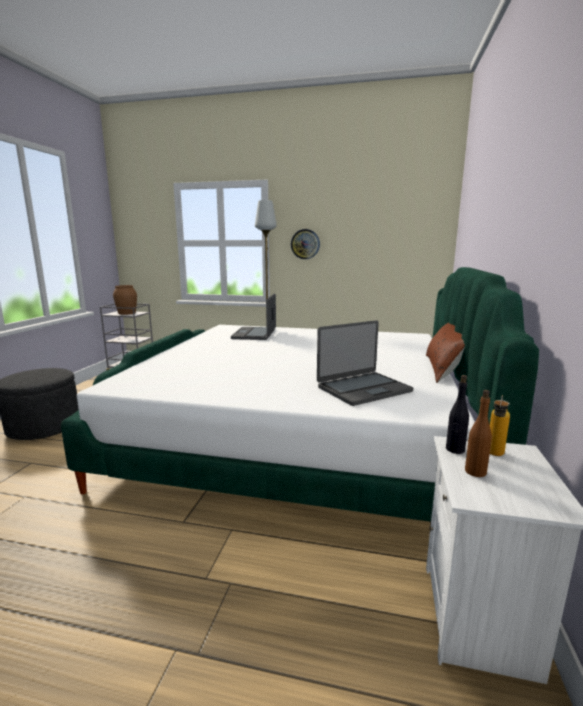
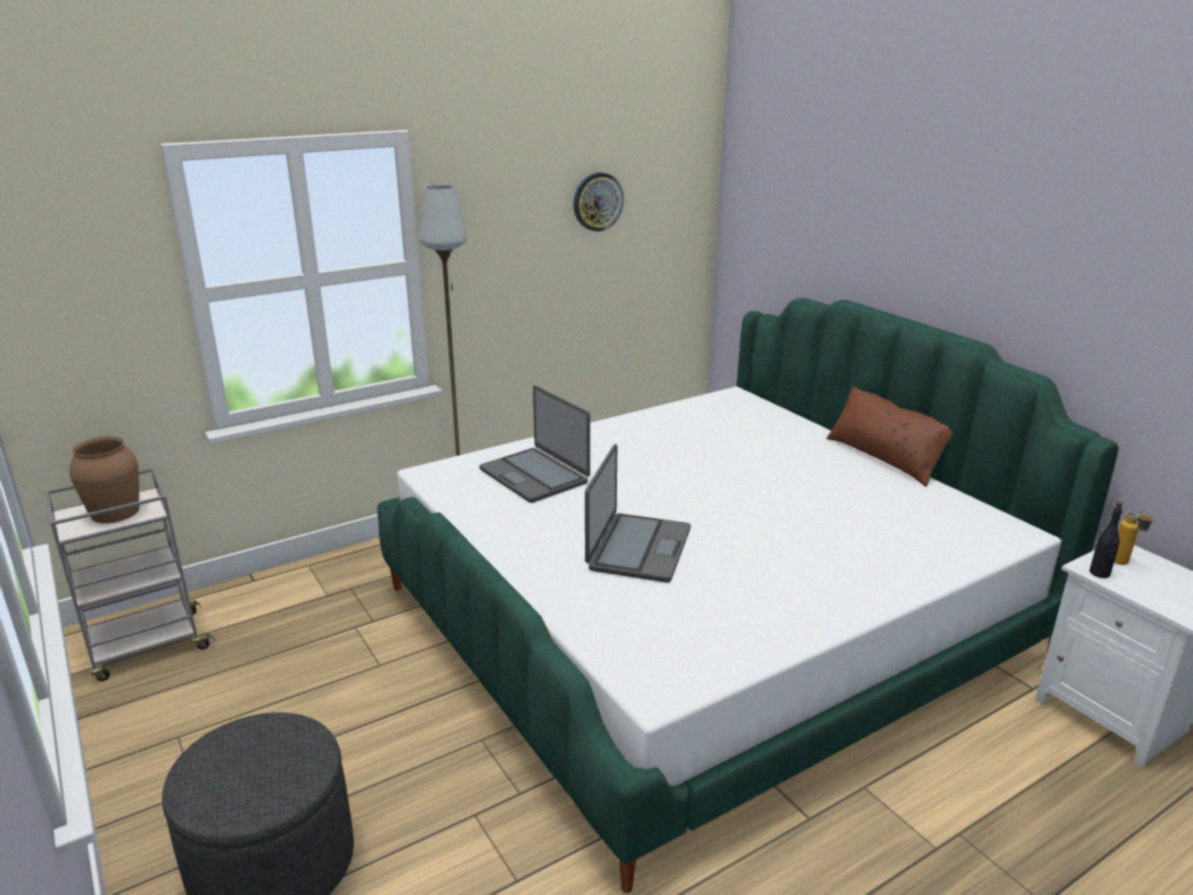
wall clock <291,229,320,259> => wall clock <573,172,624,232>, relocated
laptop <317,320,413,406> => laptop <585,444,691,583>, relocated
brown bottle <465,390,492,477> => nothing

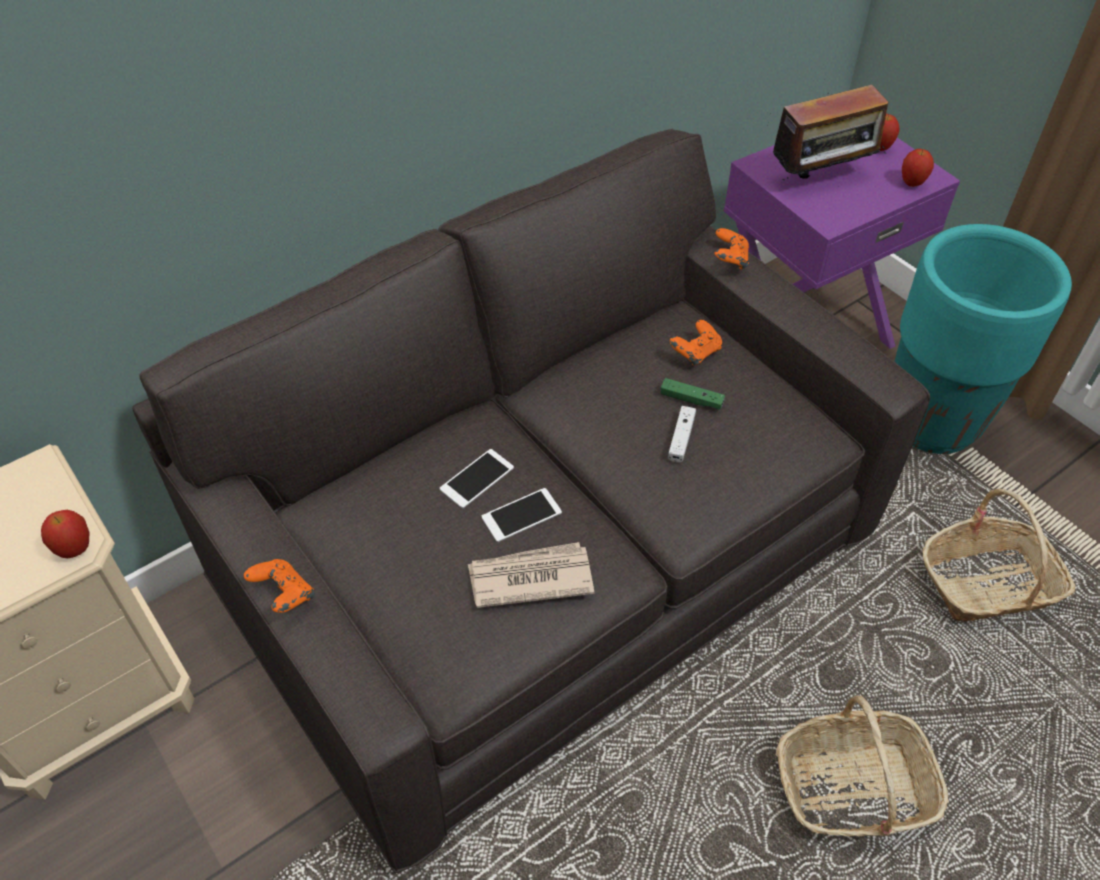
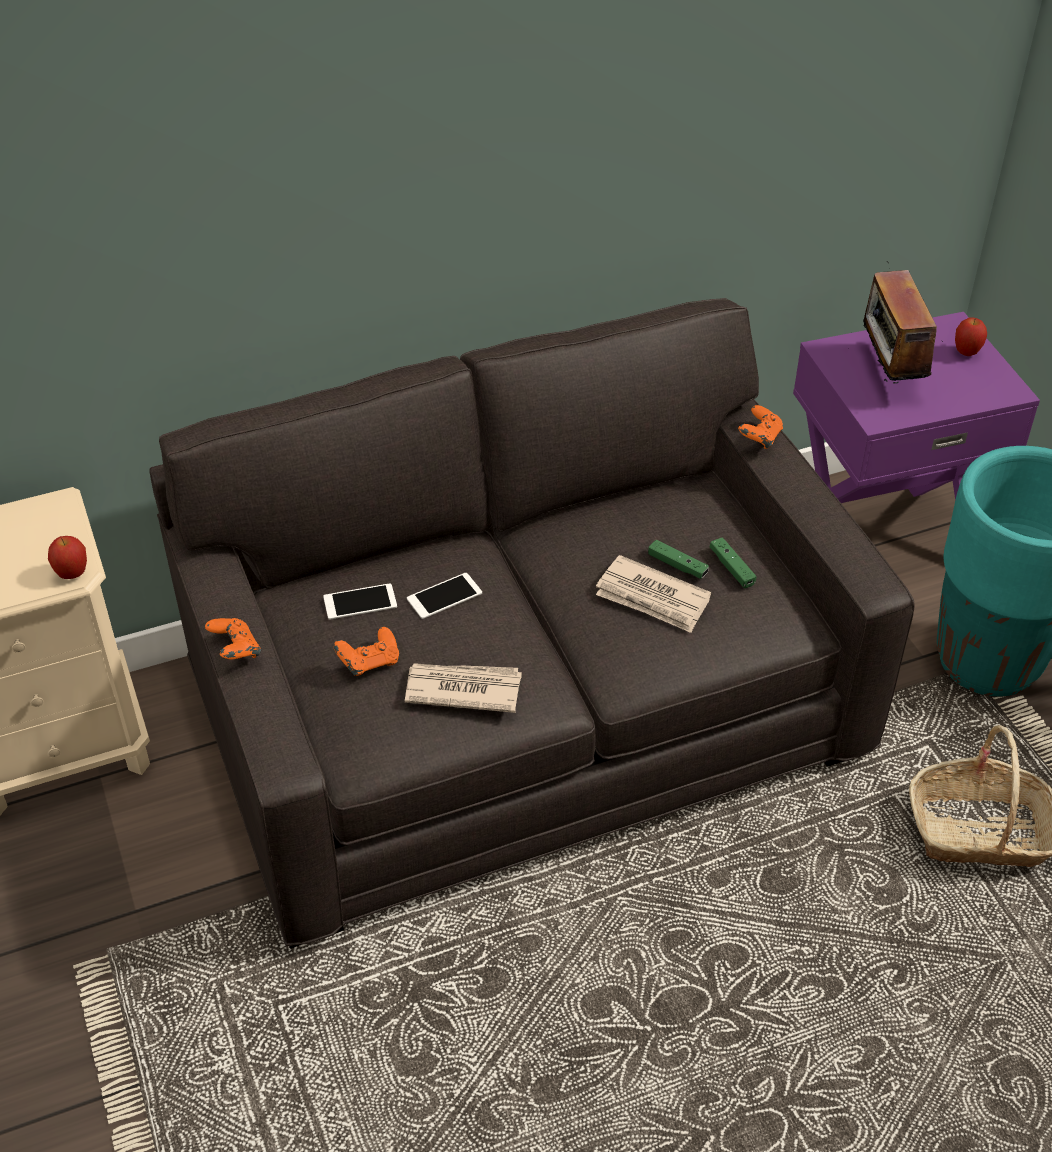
phone <482,488,562,542> => phone <323,583,397,620>, relocated
white game controller <668,406,696,463> => newspaper <596,555,711,633>
orange game controller <670,320,722,365> => orange game controller <334,627,399,676>, relocated
radio <770,85,888,180> => radio <848,262,937,384>, 90 degrees clockwise
basket <776,696,949,836> => nothing
apple <902,149,934,187> => nothing
nothing => green game controller <710,537,756,588>

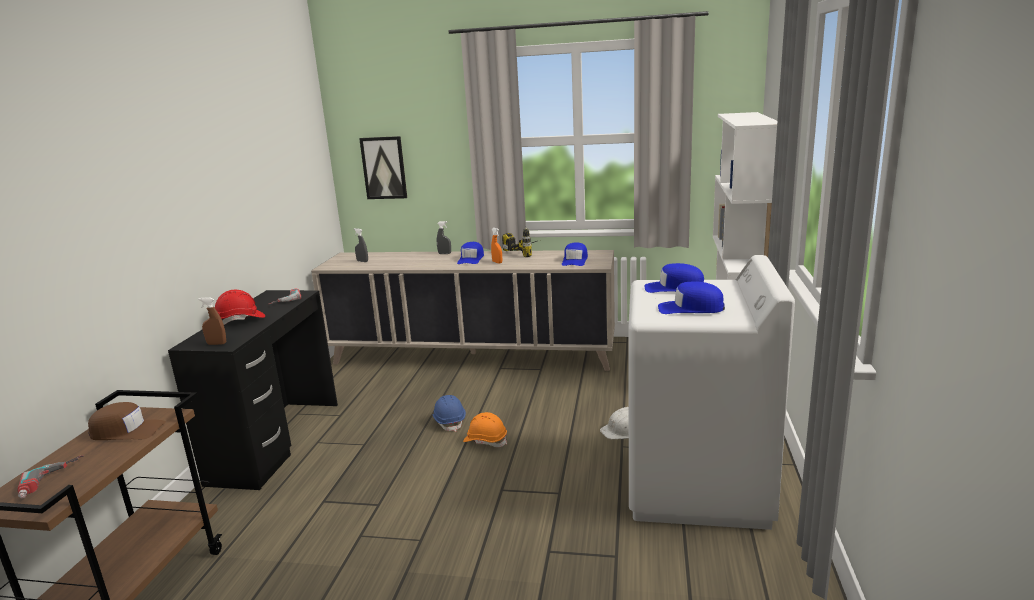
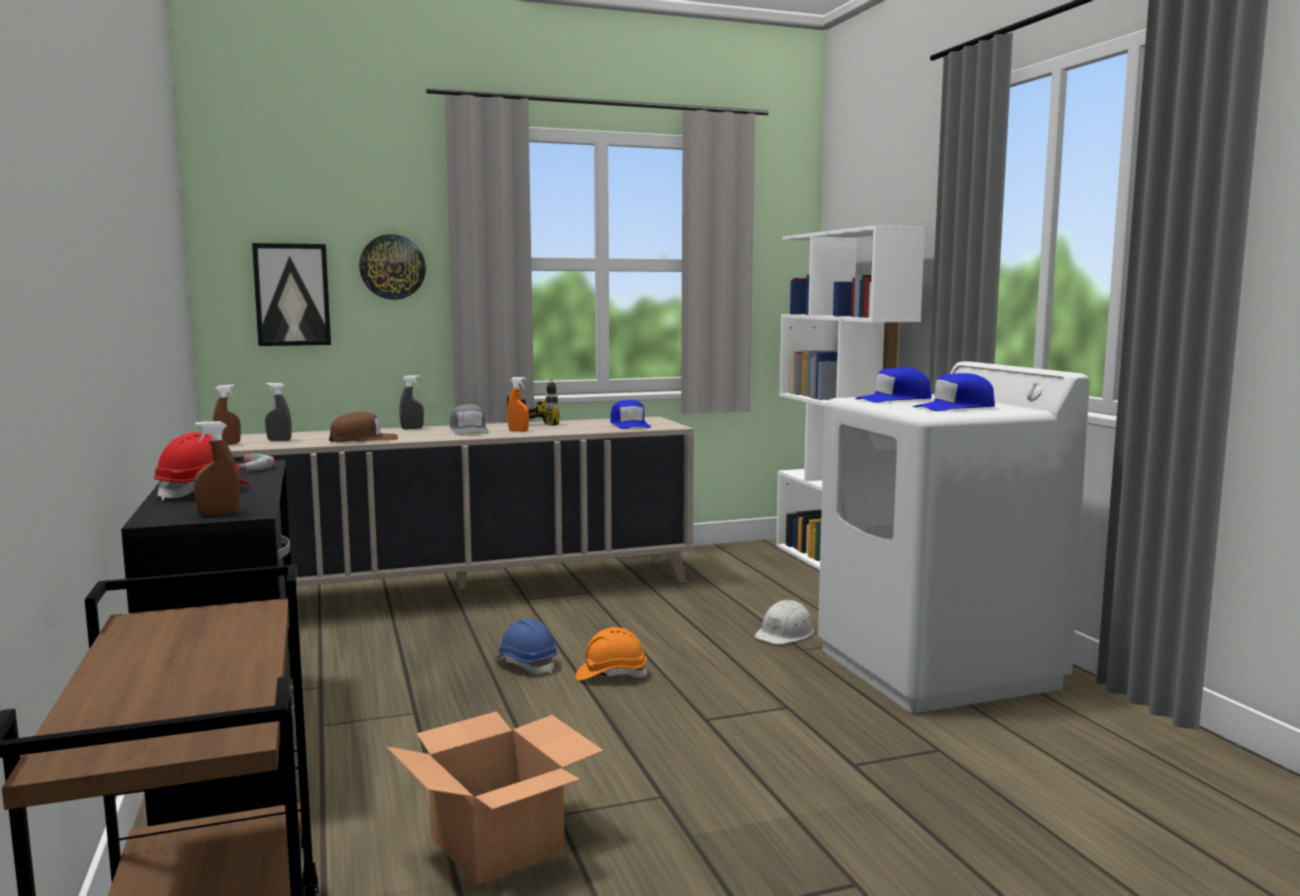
power drill <17,455,84,498> => nothing
brown cap <88,402,166,440> => brown cap <329,412,398,442>, relocated
blue cap <457,242,484,264> => grey cap <450,404,490,435>
nothing => brown spray bottle <213,385,241,445>
nothing => wall clock <359,234,426,300>
nothing => cardboard box <386,711,604,886>

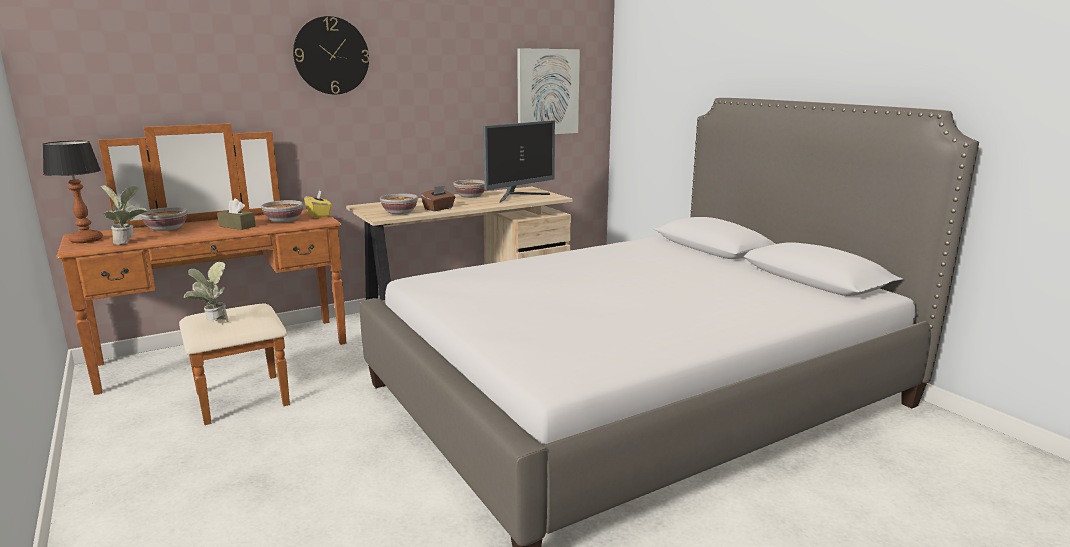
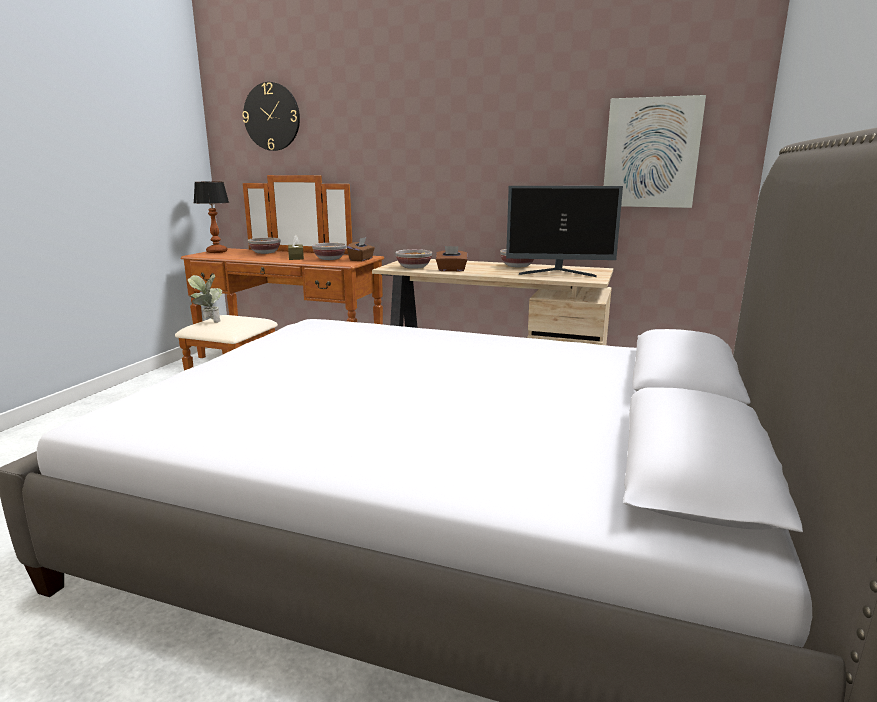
potted plant <101,185,147,245> => nothing
wall clock <293,16,369,94> => wall clock <242,82,300,151>, relocated
yellow tissue box <304,190,332,218> => brown tissue box <347,237,375,261>

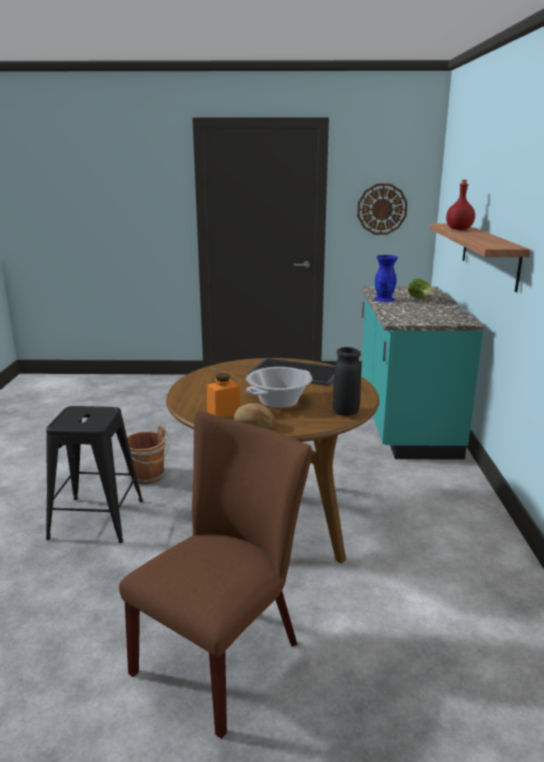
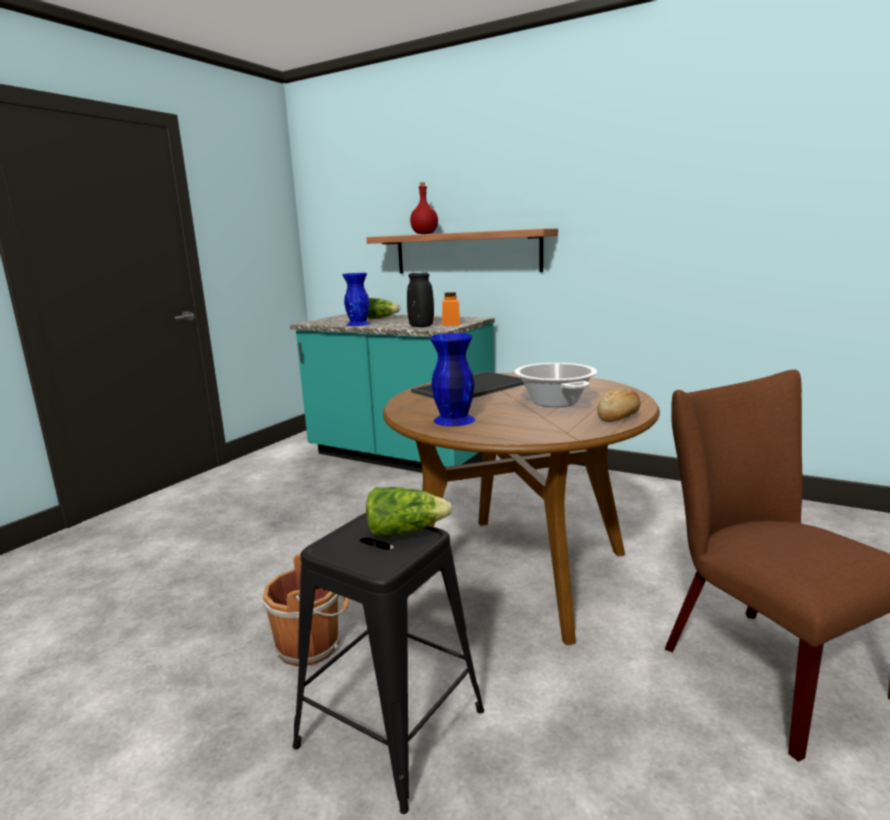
orange jar <207,373,241,417> => orange jar <442,292,460,326>, relocated
black vase <333,347,361,416> => black vase <407,273,434,327>, relocated
wall clock <357,184,408,235> => nothing
nothing => lettuce <366,487,453,537>
nothing => blue vase <430,333,475,426>

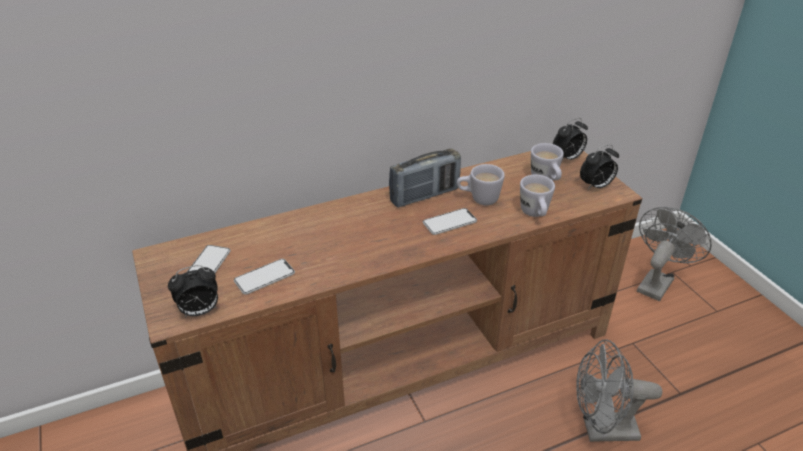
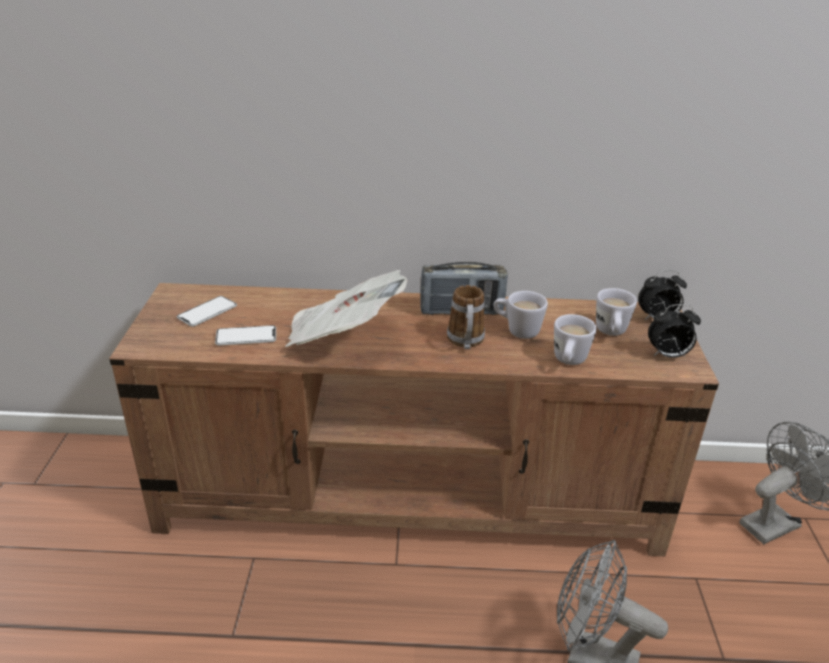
alarm clock <168,265,218,318> => nothing
phone <423,208,477,235> => mug <447,285,485,349>
nothing => newspaper <285,270,408,347>

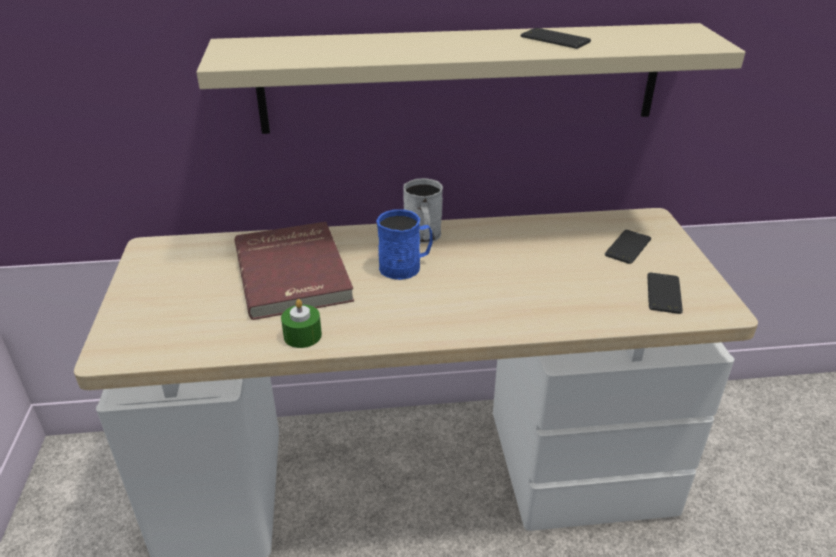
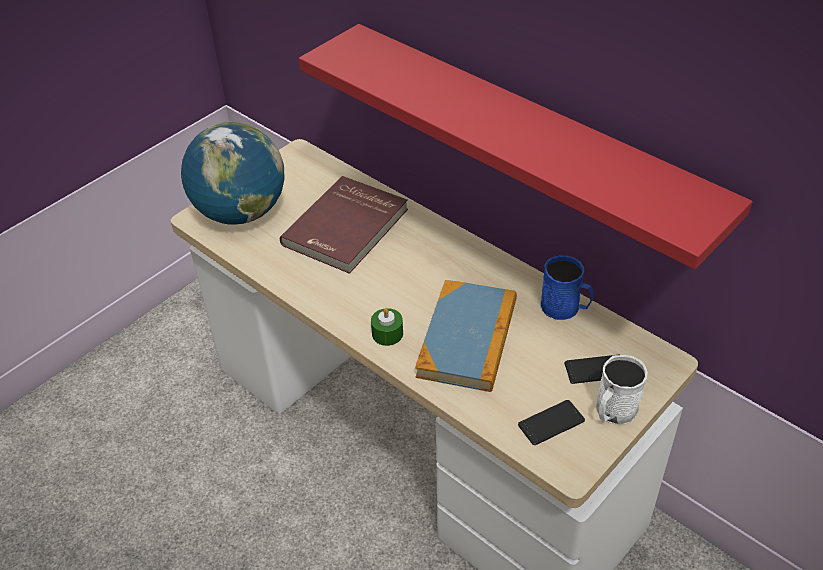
beige shelf <196,23,745,134> => red shelf <298,24,753,270>
green candle <281,299,322,348> => green candle <371,307,403,346>, relocated
blue mug <376,209,433,280> => blue mug <541,255,593,320>, relocated
white mug <403,178,443,243> => white mug <596,355,648,425>, relocated
phone <521,28,591,49> => nothing
nothing => globe <181,122,285,225>
nothing => book <415,280,517,392>

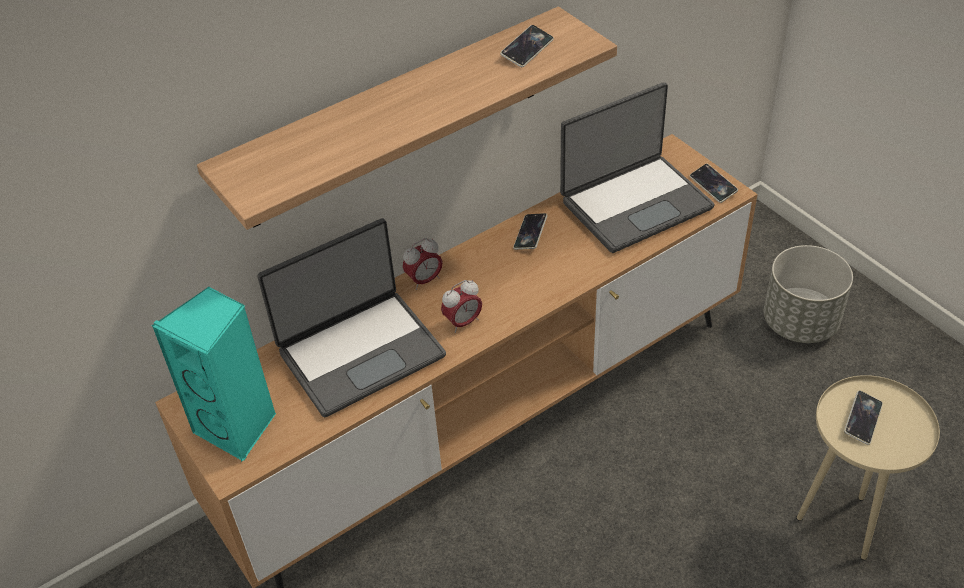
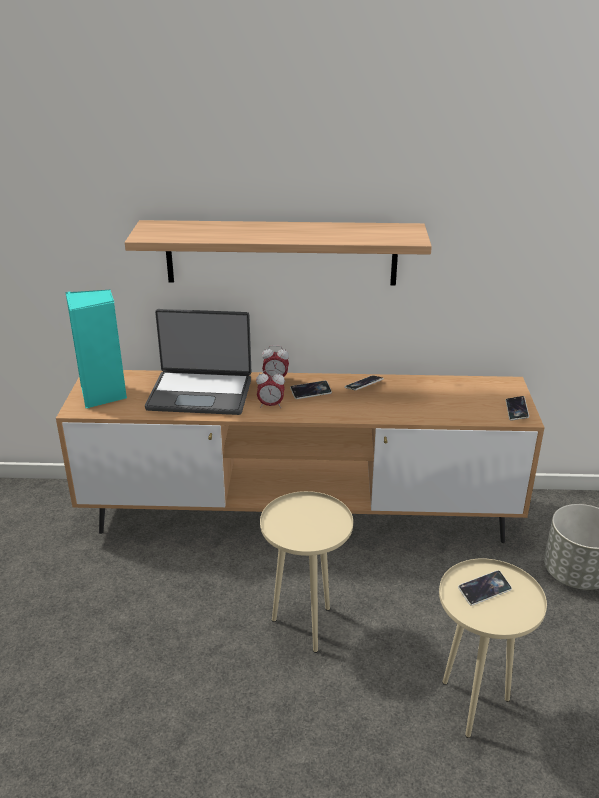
phone <500,25,554,67> => phone <290,381,332,399>, relocated
laptop <560,82,715,253> => nothing
nothing => beige side table <260,491,353,653>

